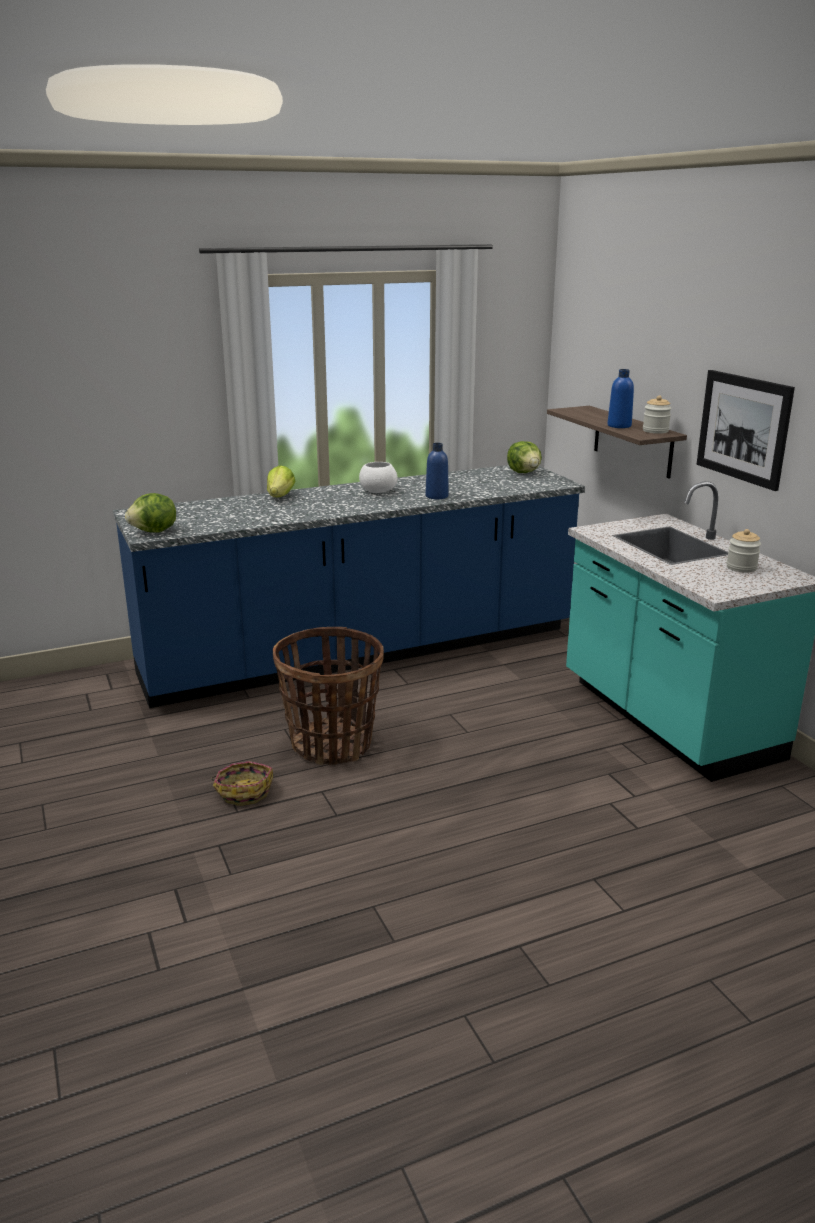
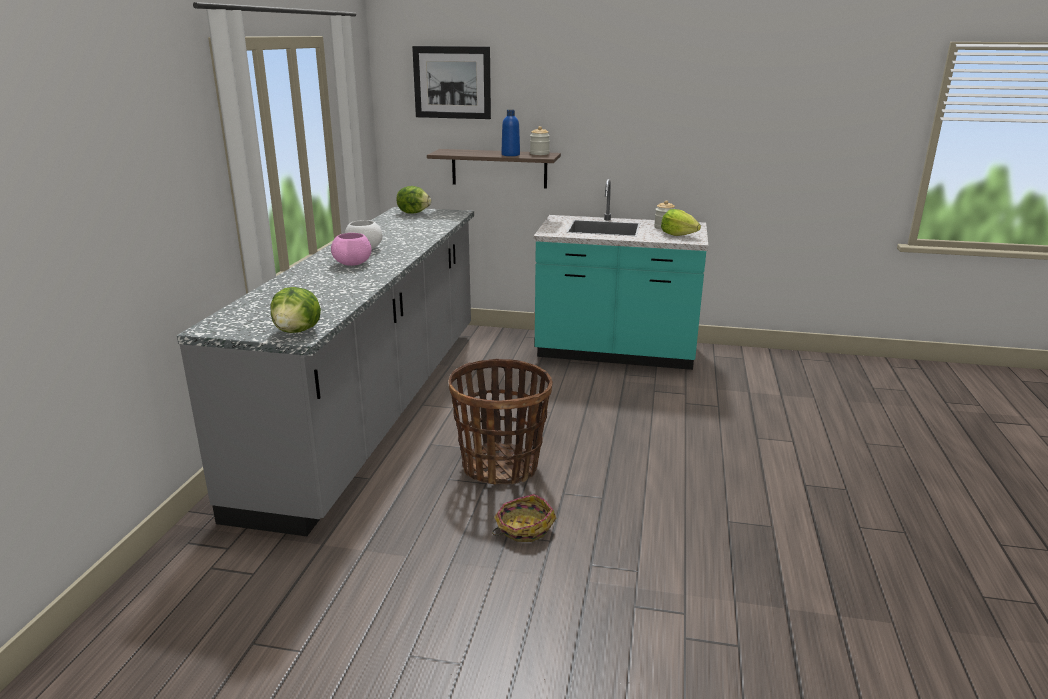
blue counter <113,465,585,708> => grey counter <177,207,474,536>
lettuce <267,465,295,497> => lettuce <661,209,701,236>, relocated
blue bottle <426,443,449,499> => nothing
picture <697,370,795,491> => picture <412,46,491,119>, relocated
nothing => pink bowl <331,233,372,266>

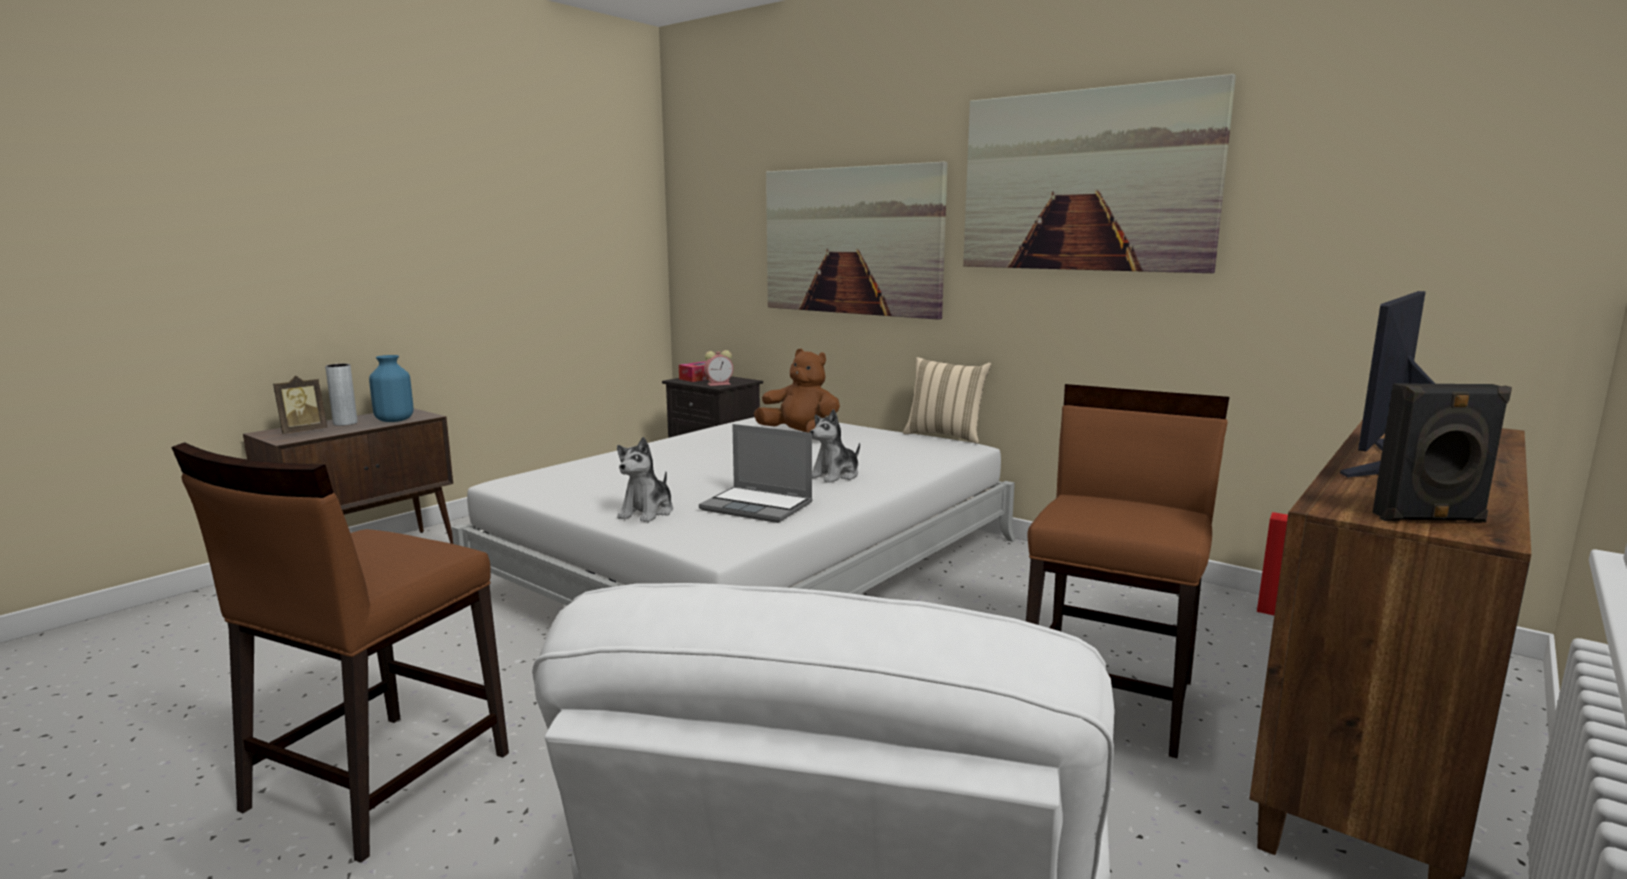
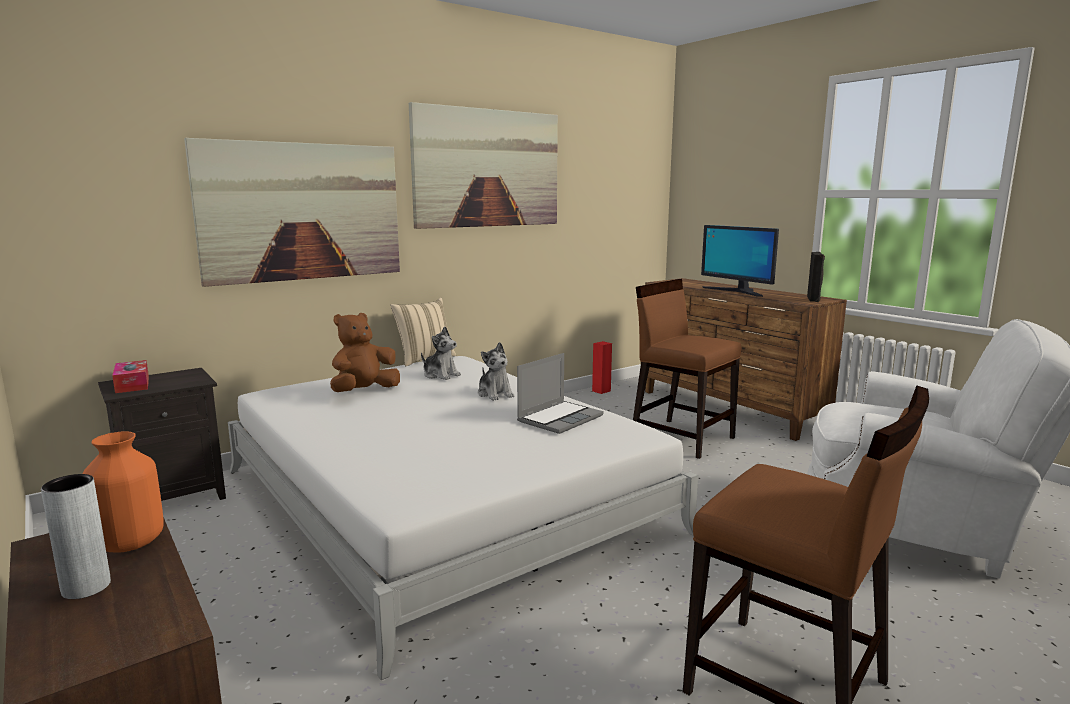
picture frame <273,376,327,434> => nothing
blue vase <369,355,414,422> => orange vase <83,432,164,552>
plush toy <617,437,673,522> => plush toy <421,327,461,380>, relocated
alarm clock <704,350,733,386> => nothing

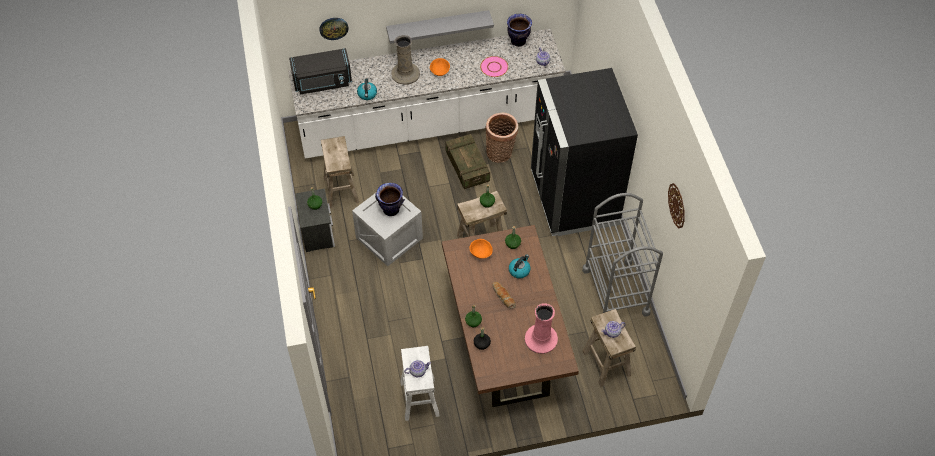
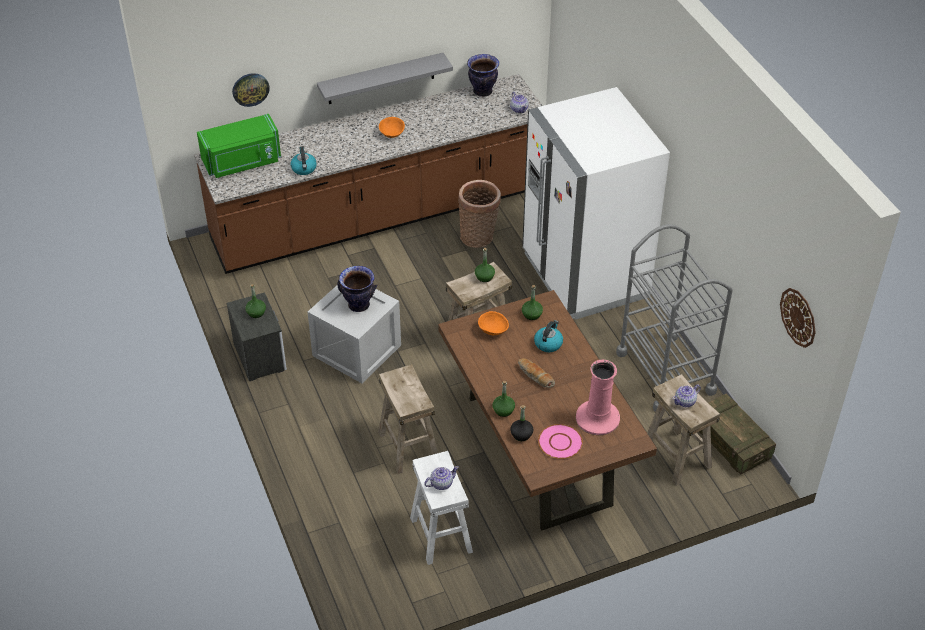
white counter <288,29,566,159> => brown counter <194,74,543,274>
black microwave <289,48,352,95> => green microwave <197,114,281,178>
beige stool <321,136,359,208> => beige stool <378,364,438,474>, relocated
beige vase <391,35,420,85> => nothing
crate <445,134,490,189> => crate <699,393,776,475>, relocated
pink plate <480,56,508,77> => pink plate <538,424,583,459>, relocated
black fridge <531,68,638,236> => white fridge <522,87,670,320>
wall clock <668,183,685,229> => wall clock <780,288,816,348>, relocated

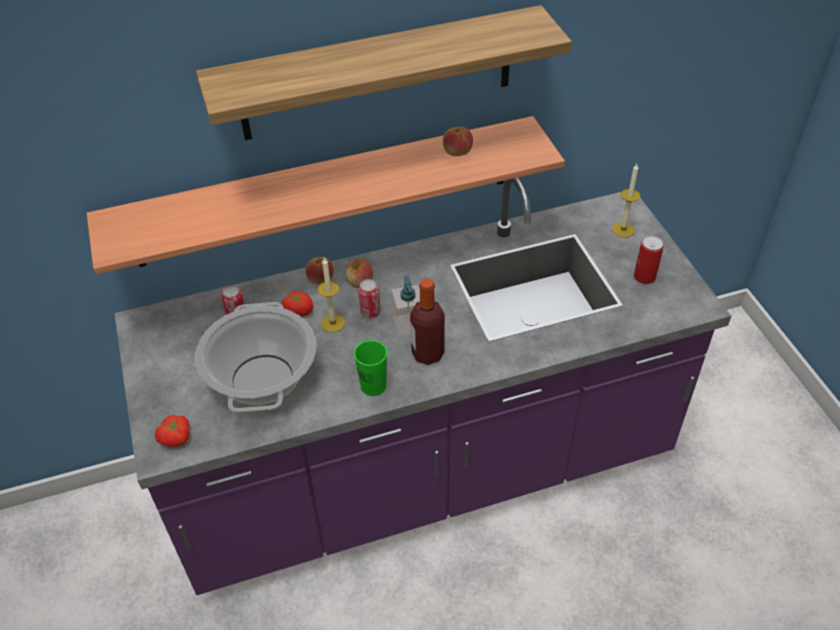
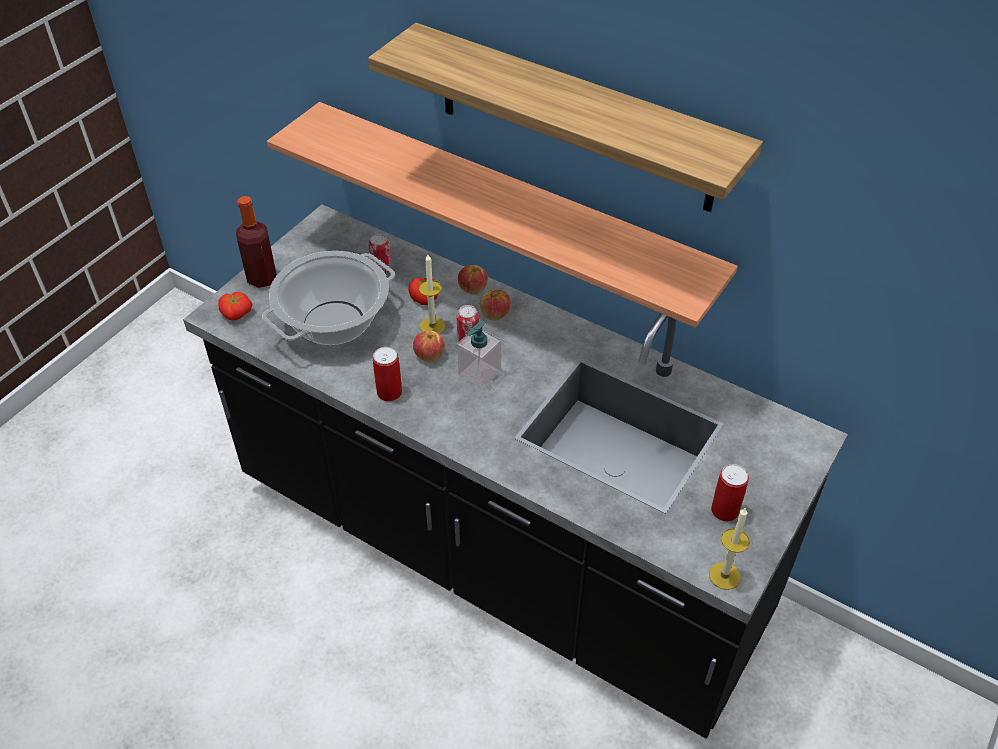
purple counter <114,178,731,595> => black counter <183,204,848,739>
green cup <354,340,387,396> => can <373,347,402,401>
bottle <410,278,445,365> => bottle <236,196,277,288>, relocated
apple <443,127,473,156> => apple <413,331,445,362>, relocated
candle <612,164,640,238> => candle <709,507,749,590>, relocated

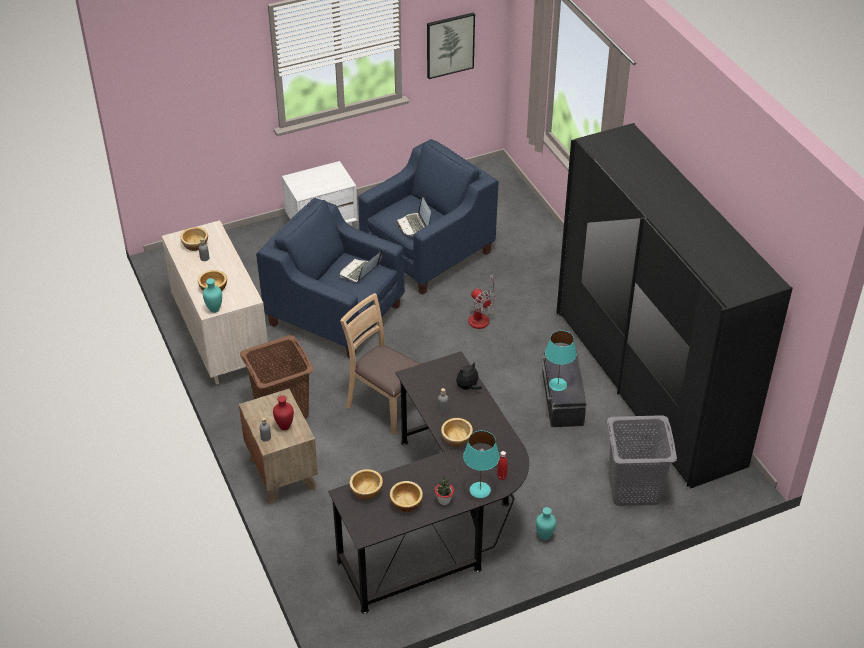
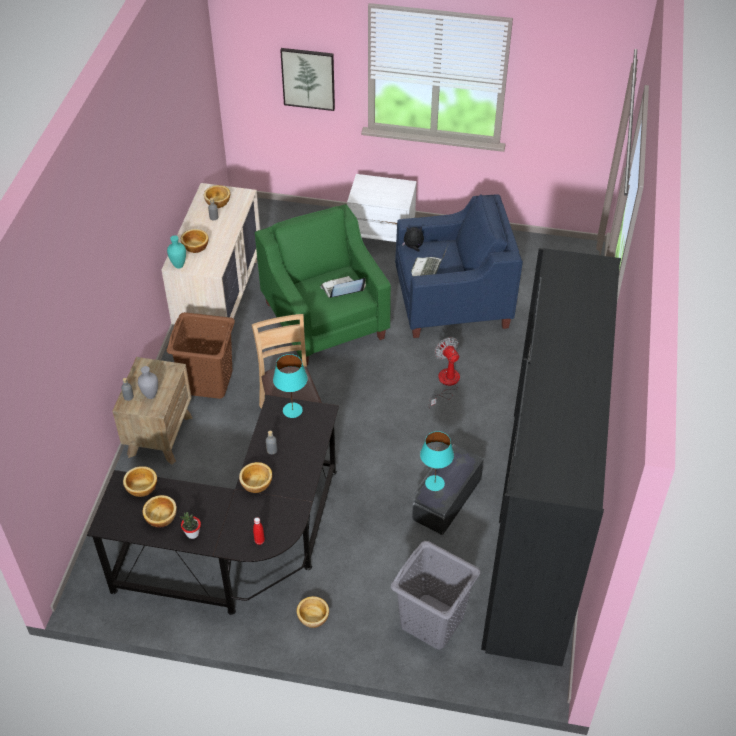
blue armchair <256,198,405,358> => green armchair <255,204,391,365>
red vase <273,396,294,430> => grey vase <138,366,158,399>
picture <427,13,475,79> => picture <280,48,335,111>, relocated
plush toy <456,362,482,390> => plush toy <402,227,424,252>, relocated
turquoise table lamp <463,431,500,498> => turquoise table lamp <273,354,308,418>, relocated
fan <468,274,496,329> => fan <428,337,460,409>, 150 degrees clockwise
turquoise vase <536,507,556,540> => bowl <297,596,329,628>

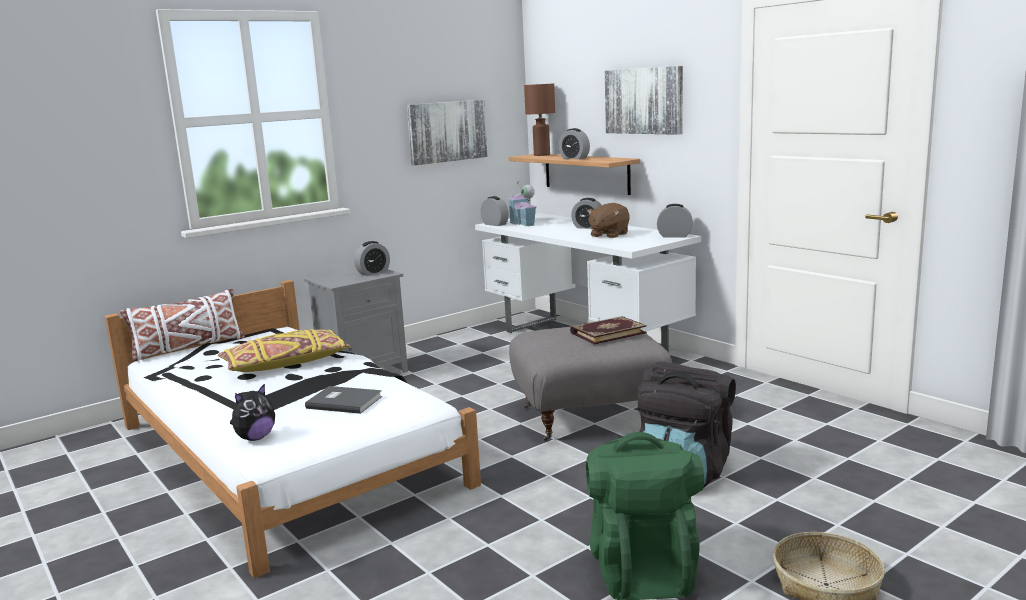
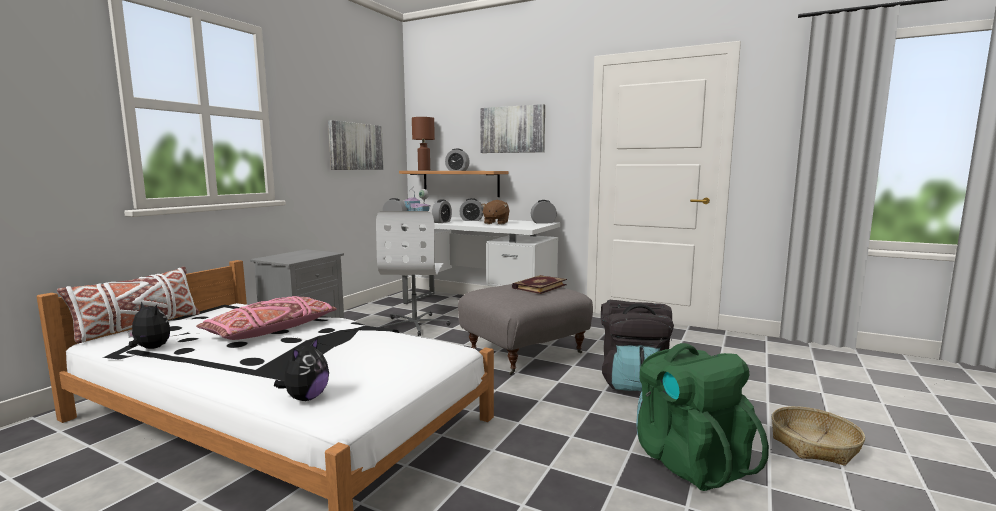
yellow pillow <218,329,350,372> => pink pillow <196,296,337,340>
grey book <305,386,382,414> => nothing
alarm clock <354,241,390,276> => alarm clock <432,200,452,223>, relocated
nothing => plush toy <128,301,170,349>
nothing => white office chair <376,211,450,336>

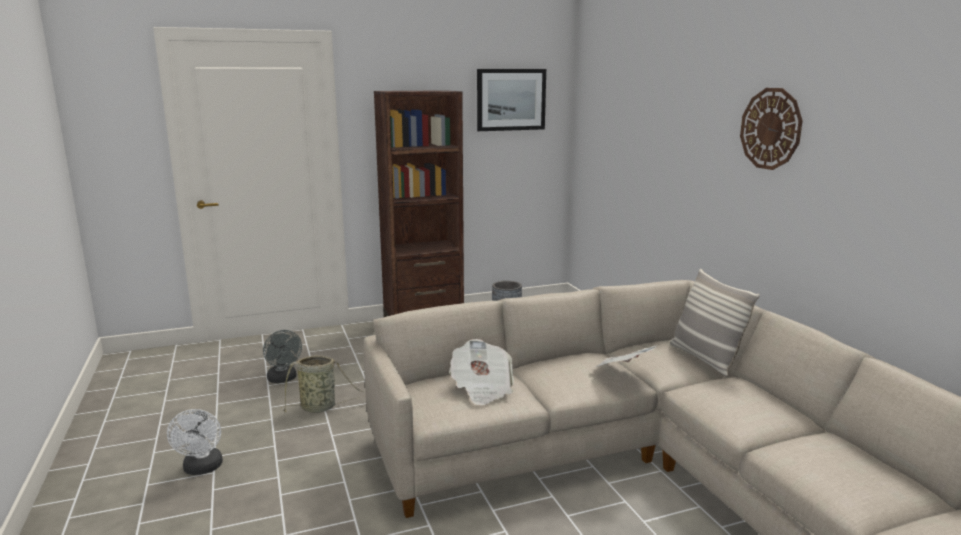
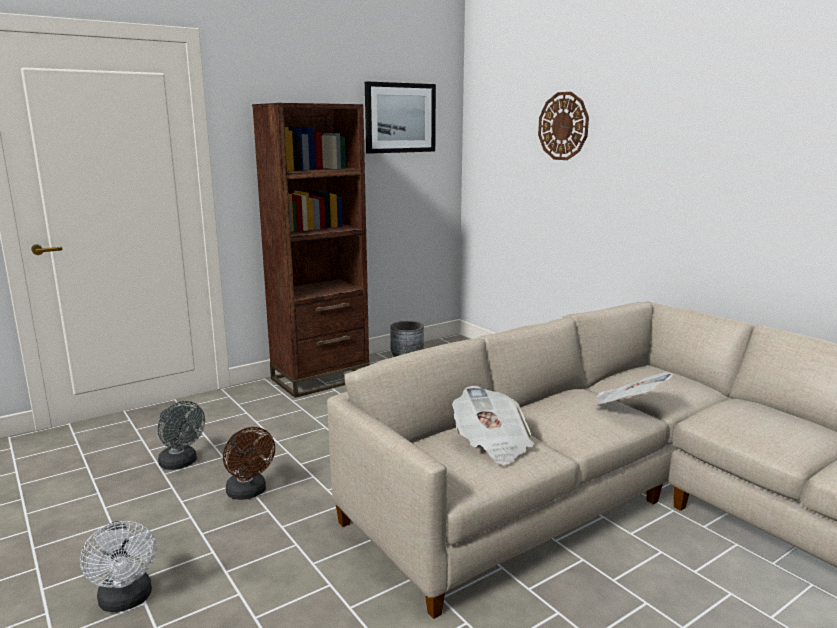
basket <281,355,366,413> => brown fan <223,427,275,500>
pillow <670,269,760,377> => nothing
wall clock <740,88,803,170> => wall clock <538,92,589,160>, relocated

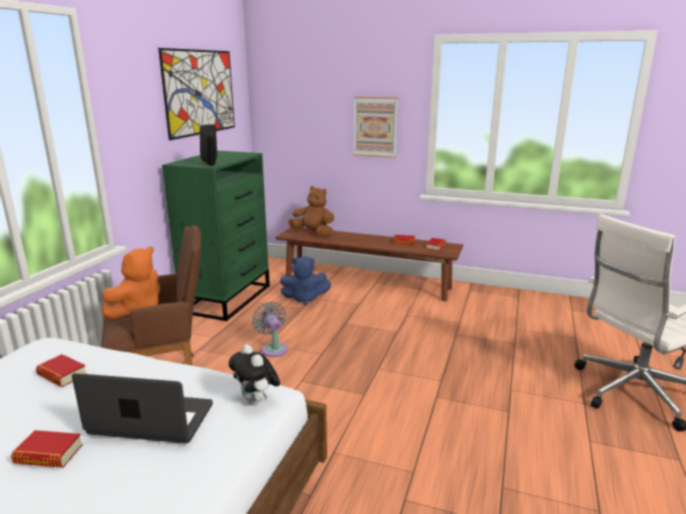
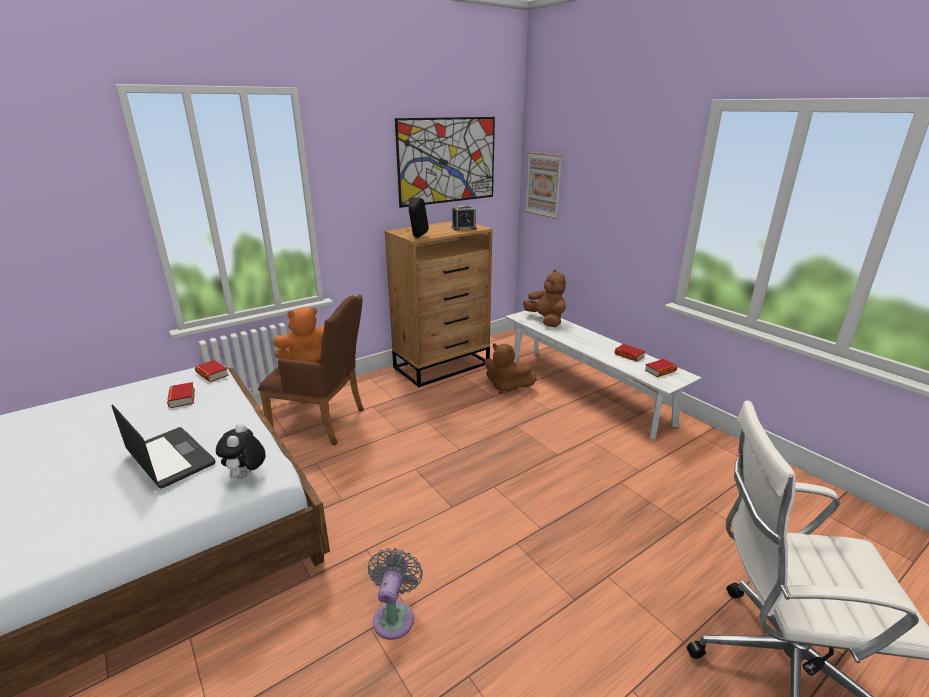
book <11,430,83,468> => book <195,360,229,382>, relocated
green dresser <162,151,270,321> => brown dresser <384,221,493,387>
grey fan <252,302,288,357> => grey fan <368,548,423,640>, relocated
brown bench <275,227,464,301> => white bench <505,310,702,439>
blue plush toy <280,256,331,305> => brown plush toy <485,343,537,394>
picture <354,97,398,158> => picture <525,152,562,219>, relocated
nothing => alarm clock <452,205,477,231>

